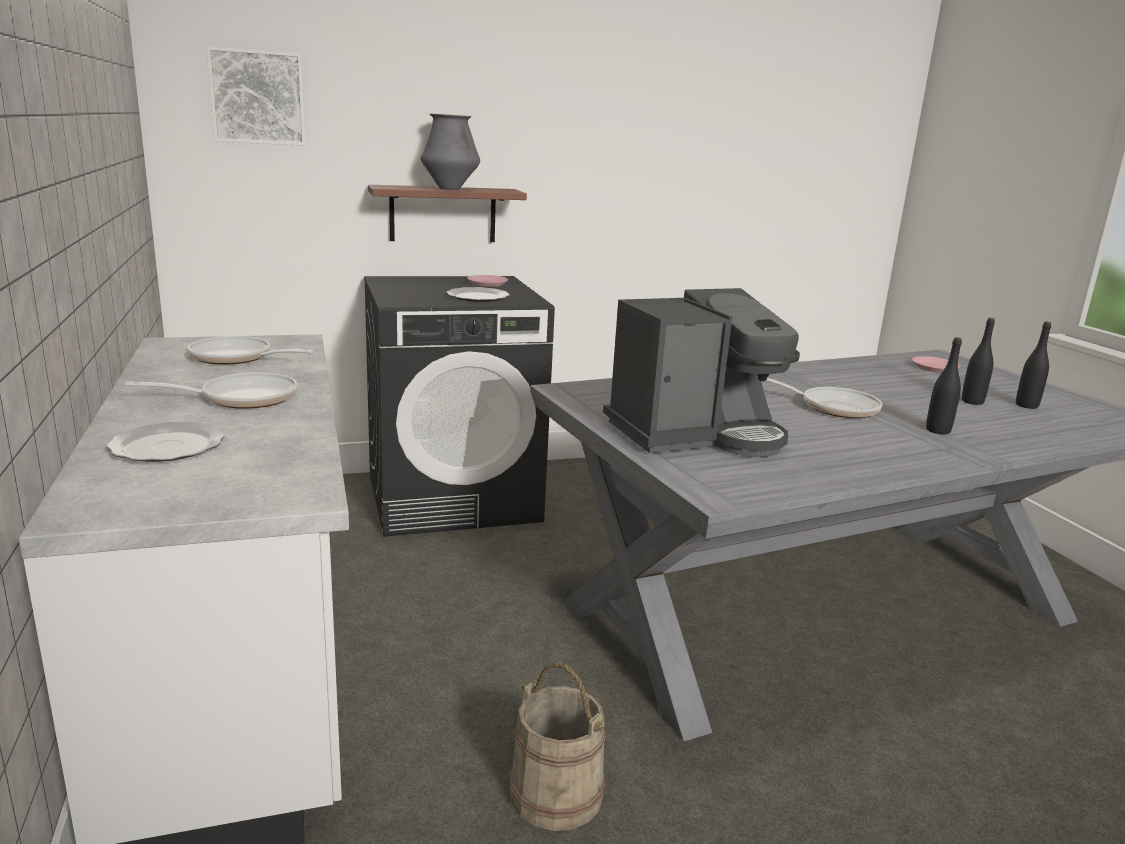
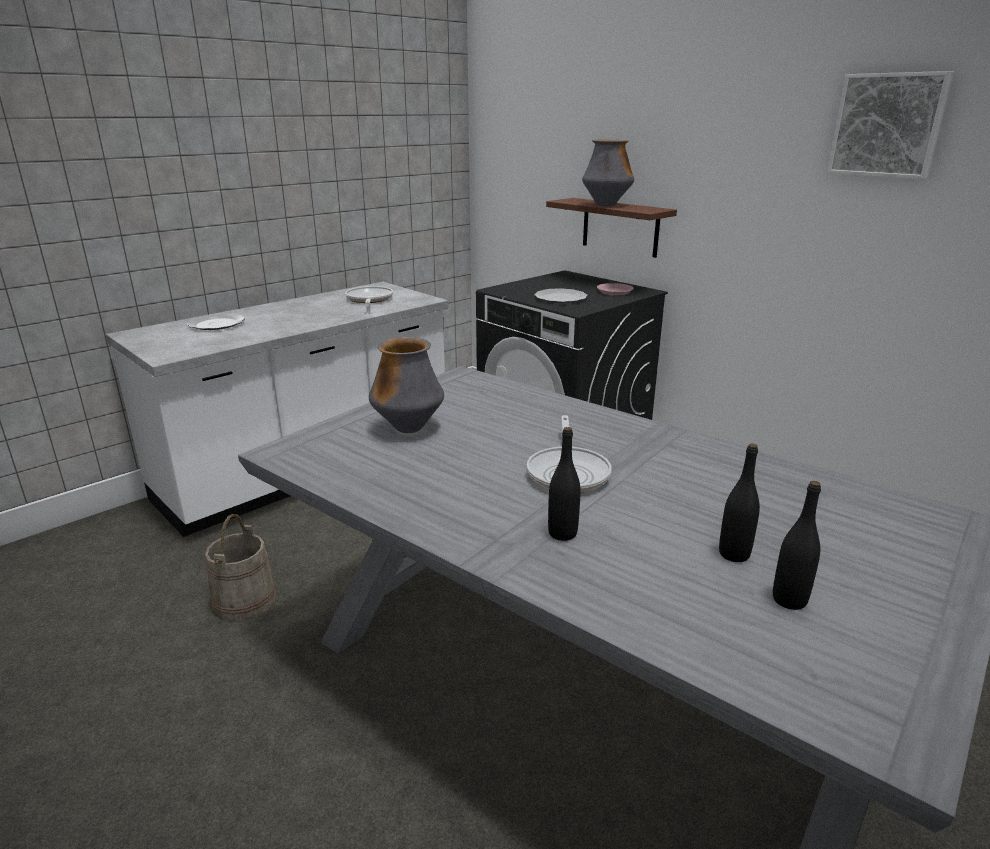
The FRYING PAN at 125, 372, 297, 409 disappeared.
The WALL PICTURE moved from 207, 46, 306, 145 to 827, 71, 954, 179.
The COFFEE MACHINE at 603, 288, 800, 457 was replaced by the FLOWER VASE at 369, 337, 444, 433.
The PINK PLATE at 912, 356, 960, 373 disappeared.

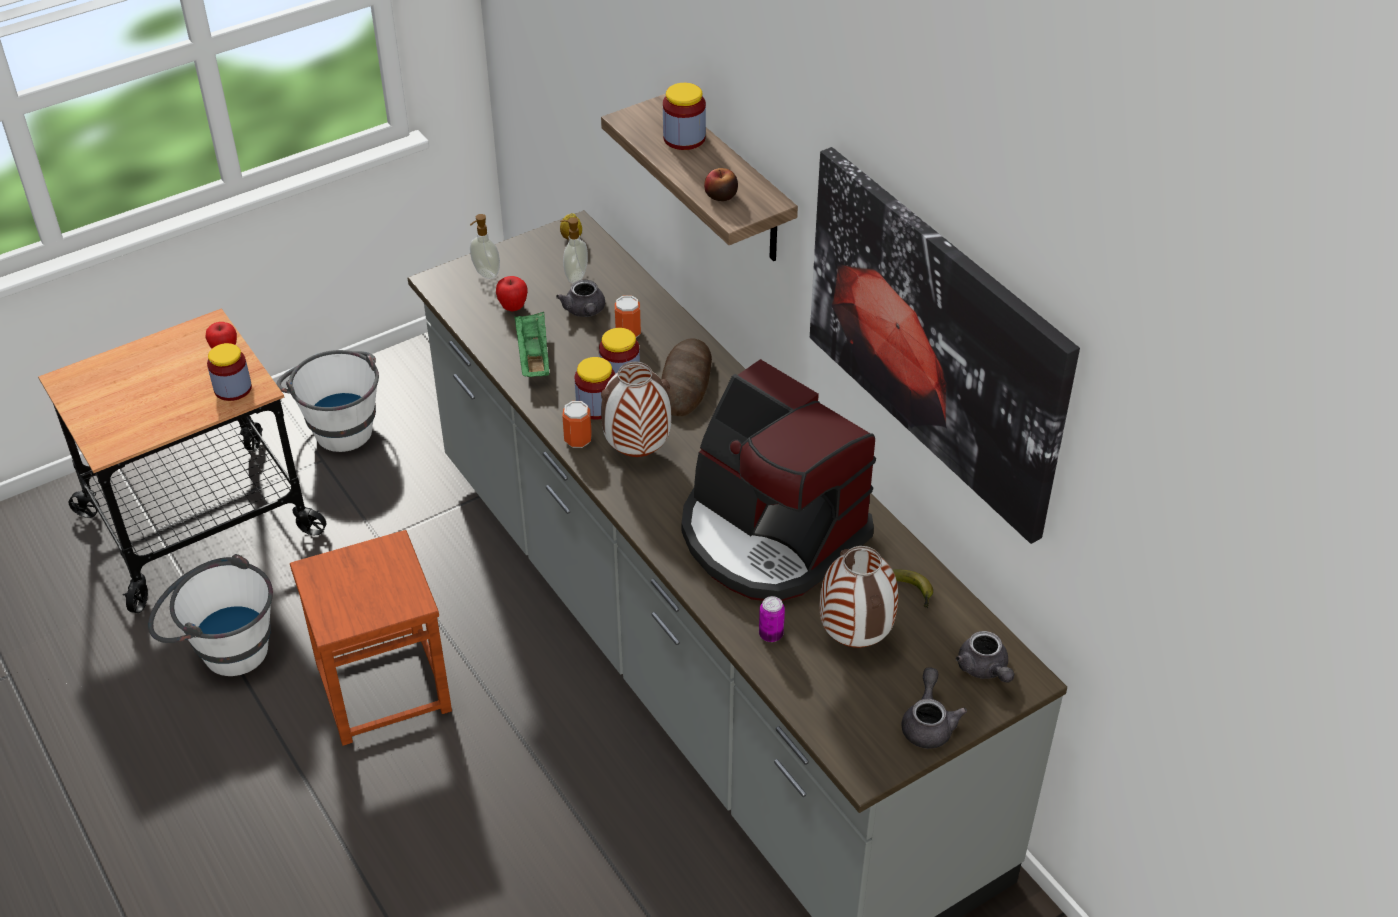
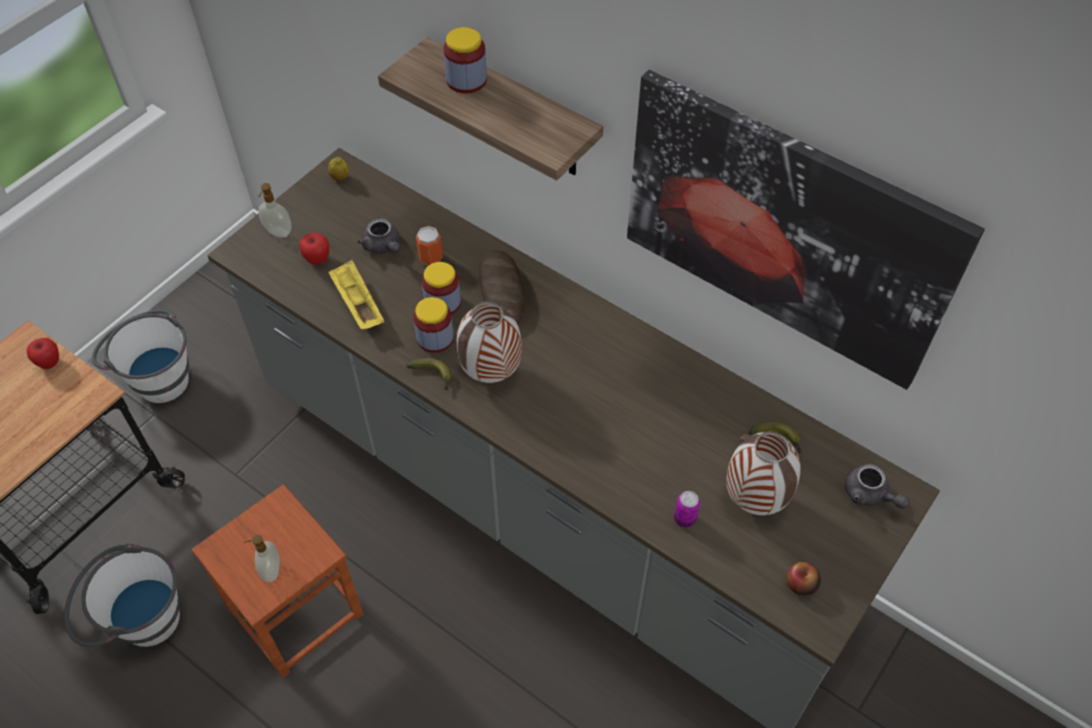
The JAR at 207, 343, 252, 401 disappeared.
The GREEN CARRYING TRAY at 514, 312, 549, 377 became the YELLOW-COLOURED CARRYING TRAY at 328, 260, 384, 329.
The LIQUID SOAP BOTTLE moved from 560, 217, 588, 283 to 244, 535, 280, 582.
The CAN at 562, 401, 592, 448 was replaced by the BANANA FRUIT at 406, 358, 451, 390.
The COFFEE MACHINE at 682, 359, 876, 601 disappeared.
The APPLE FRUIT moved from 704, 168, 738, 201 to 787, 562, 821, 595.
The GREYISH TEAPOT at 901, 668, 967, 749 disappeared.

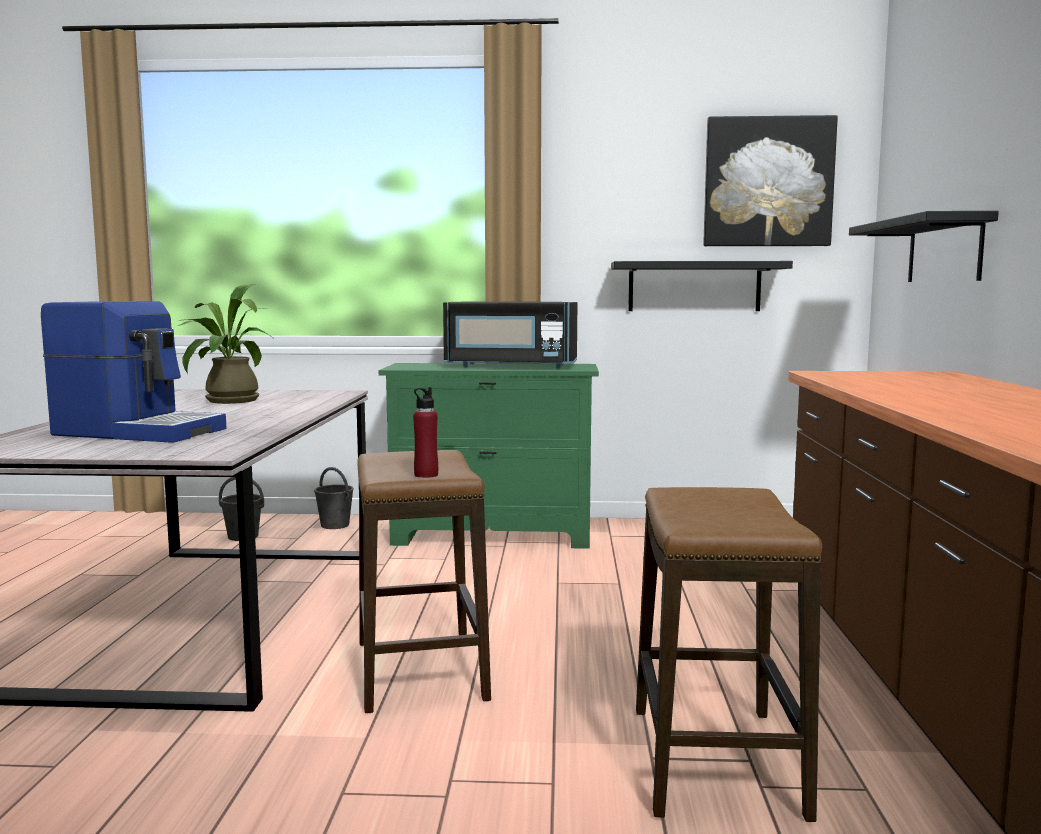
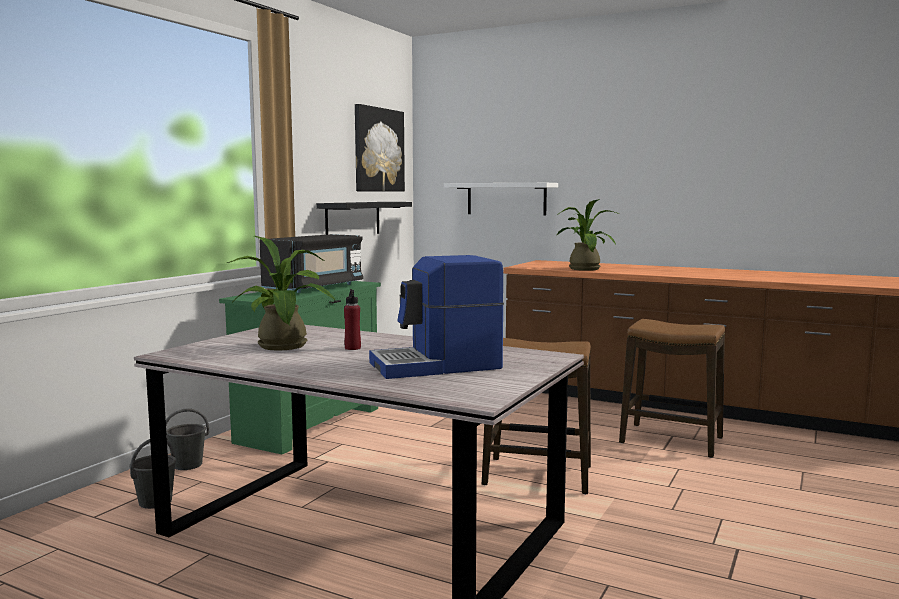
The COFFEE MACHINE at 41, 301, 226, 443 turned 150 degrees counterclockwise.
The REDDISH BEVERAGE BOTTLE moved from 413, 387, 438, 478 to 344, 289, 361, 350.
The BLACK WALL SHELF at 849, 211, 999, 282 became the WHITISH WALL SHELF at 444, 183, 558, 215.
The POTTED PLANT at 557, 199, 619, 271 appeared.

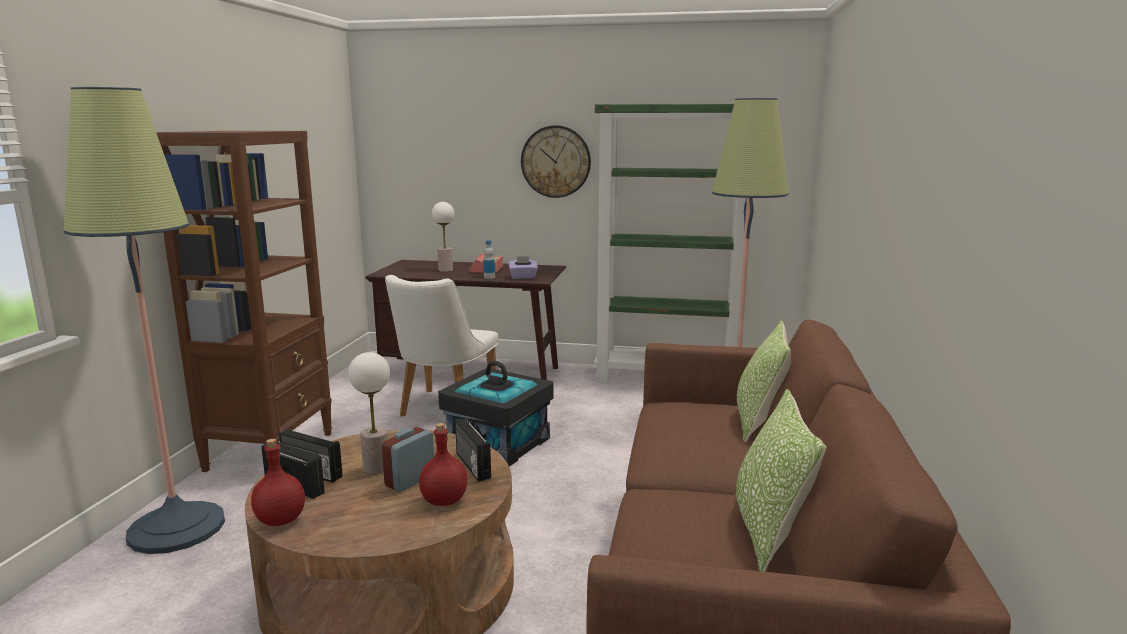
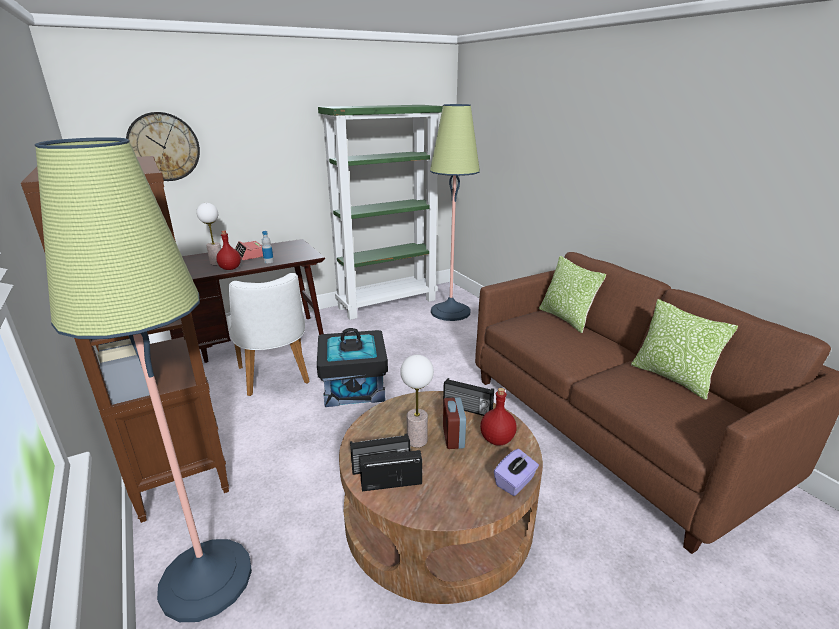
The REDDISH BEVERAGE BOTTLE moved from 251, 439, 305, 526 to 216, 231, 241, 270.
The PURPLISH BOX OF TISSUES moved from 508, 256, 538, 279 to 494, 449, 539, 496.
The HANGING CLOCK moved from 521, 125, 591, 198 to 126, 112, 200, 181.

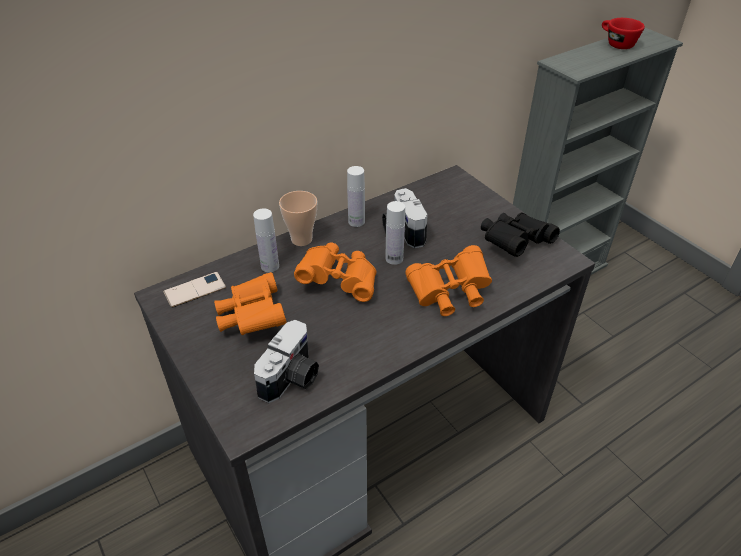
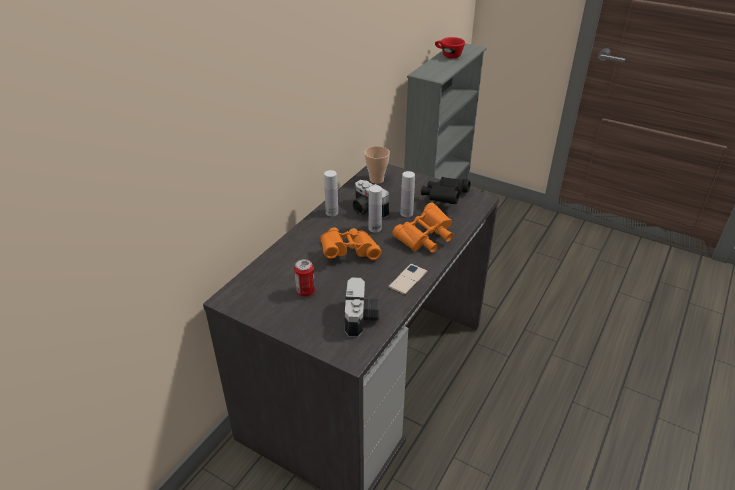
The HANDSET moved from 163, 272, 226, 308 to 388, 264, 428, 295.
The ORANGE-COLOURED PAIR OF BINOCULARS at 214, 272, 286, 335 was replaced by the CAN at 294, 259, 315, 297.
The WHITISH BEVERAGE BOTTLE moved from 253, 208, 279, 273 to 401, 171, 415, 217.
The DRINKING CUP moved from 279, 191, 317, 246 to 364, 146, 390, 184.

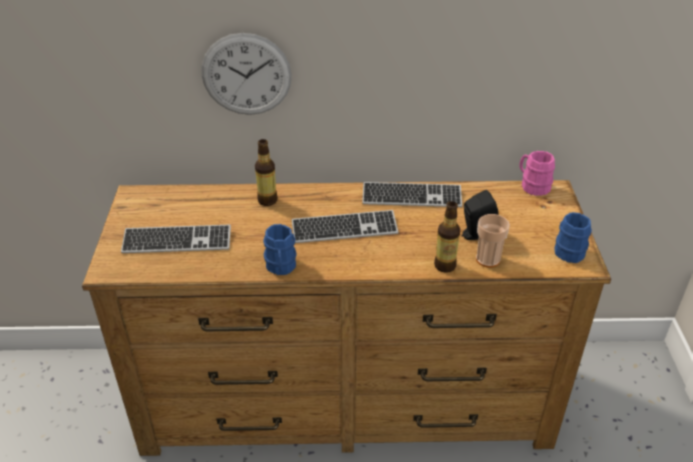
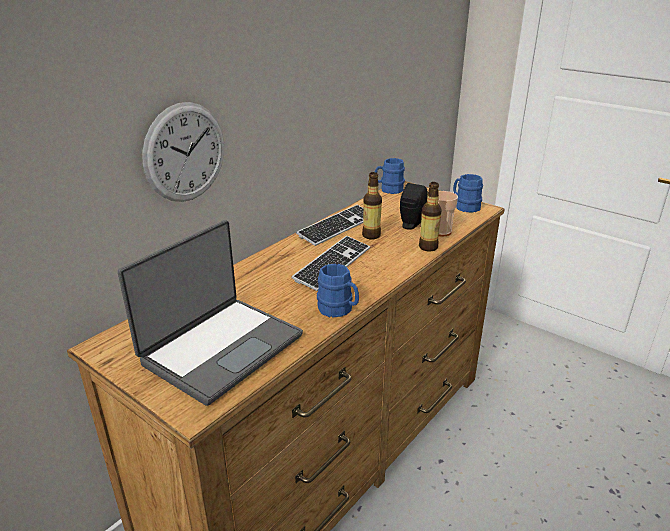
The KEYBOARD at 121, 225, 231, 253 was replaced by the LAPTOP at 118, 220, 303, 406.
The BEVERAGE BOTTLE moved from 255, 139, 277, 206 to 362, 172, 382, 239.
The PINK COFFEE MUG at 519, 151, 555, 196 became the BLUE COFFEE MUG at 375, 158, 405, 194.

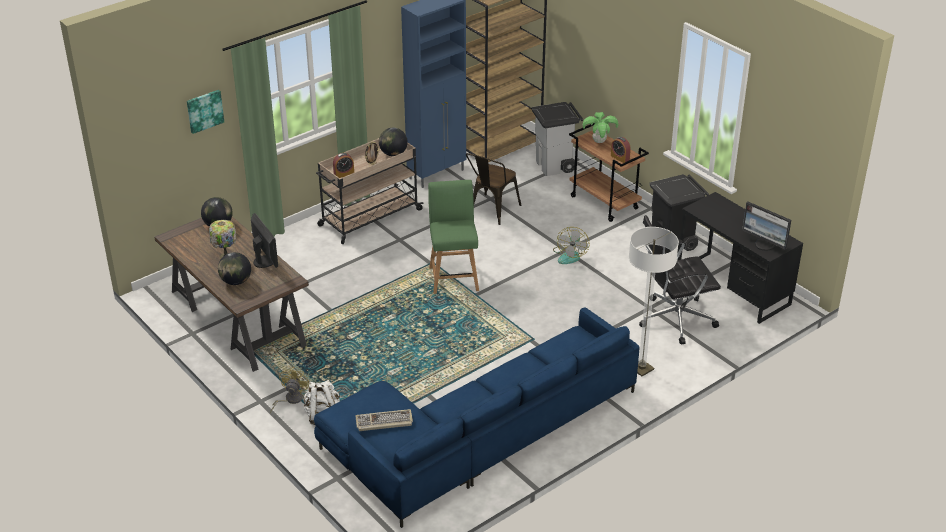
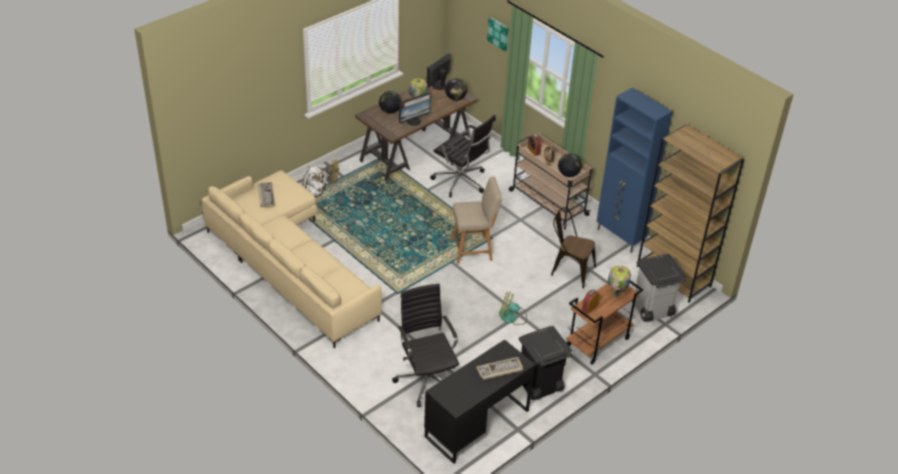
The BLUE SOFA at 314, 308, 639, 528 became the BEIGE-COLOURED SOFA at 202, 170, 382, 349.
The GREEN CHAIR at 428, 180, 479, 294 became the BEIGE-COLOURED CHAIR at 451, 177, 502, 264.
The POTTED PLANT at 583, 112, 619, 143 was replaced by the LAMP FOR A TABLE at 608, 266, 631, 298.
The STANDARD LAMP at 629, 227, 679, 376 disappeared.
The MONITOR moved from 742, 201, 791, 251 to 427, 53, 451, 90.
The BLACK COMPUTER CHAIR at 430, 114, 496, 197 appeared.
The KEYBOARD at 476, 357, 523, 380 appeared.

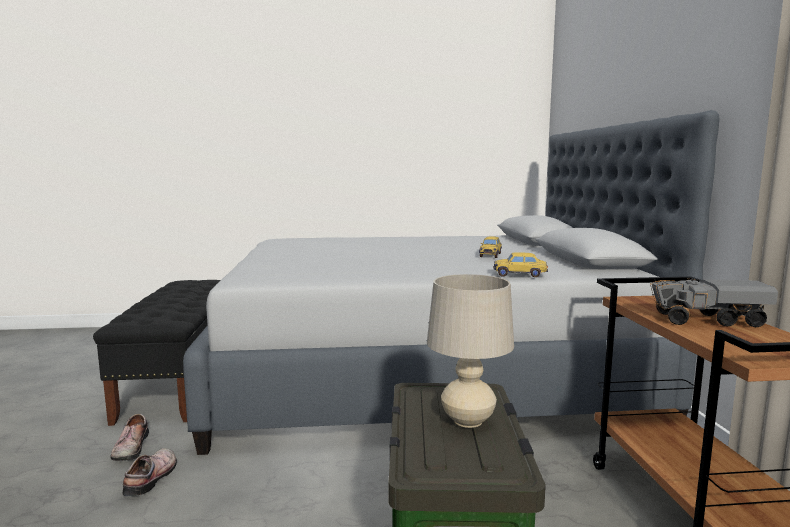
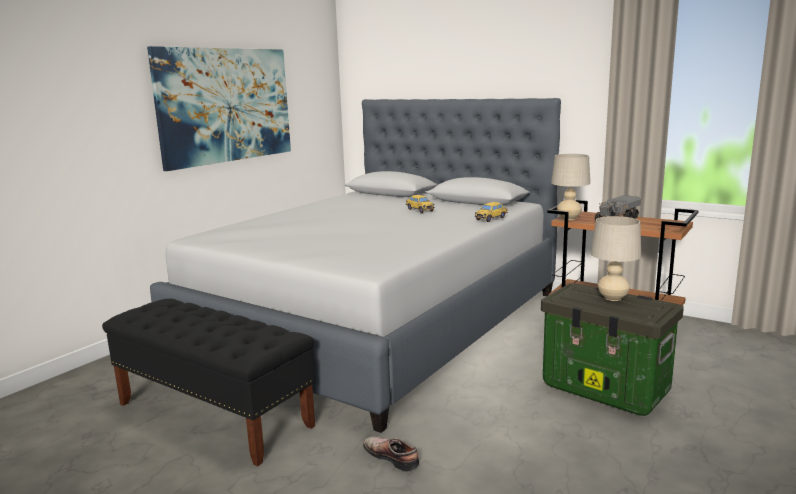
The ITEM OF FOOTWEAR at 110, 414, 149, 461 disappeared.
The WALL PICTURE at 147, 46, 291, 171 appeared.
The BEIGE-COLOURED LAMP FOR A TABLE at 551, 154, 590, 220 appeared.

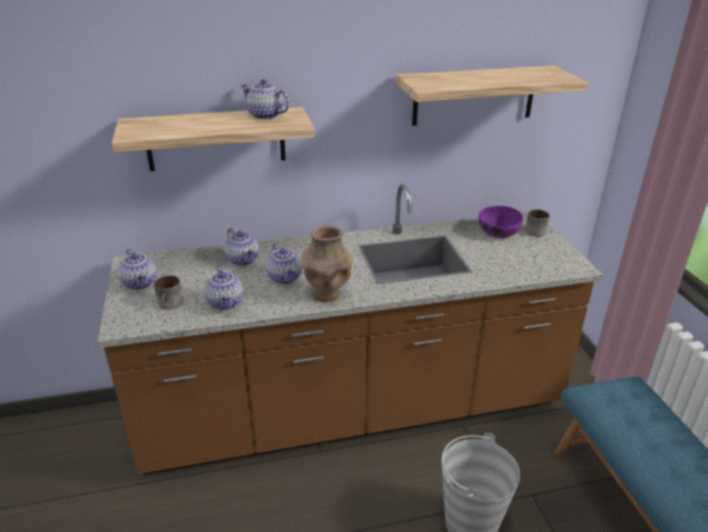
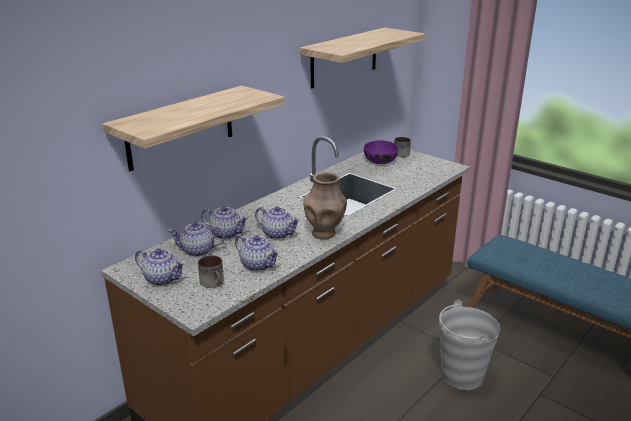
The TEAPOT moved from 240, 79, 290, 120 to 168, 221, 225, 256.

